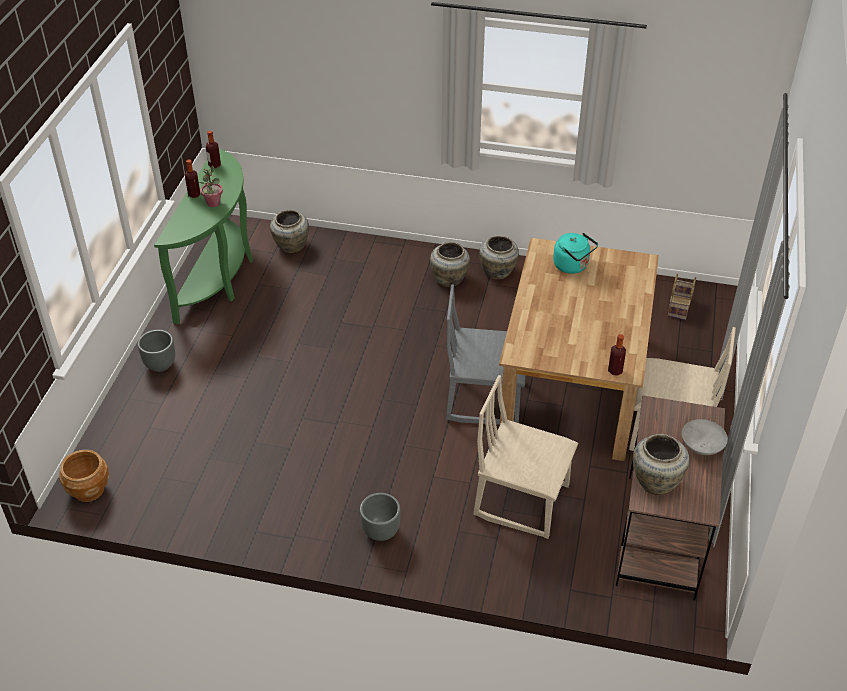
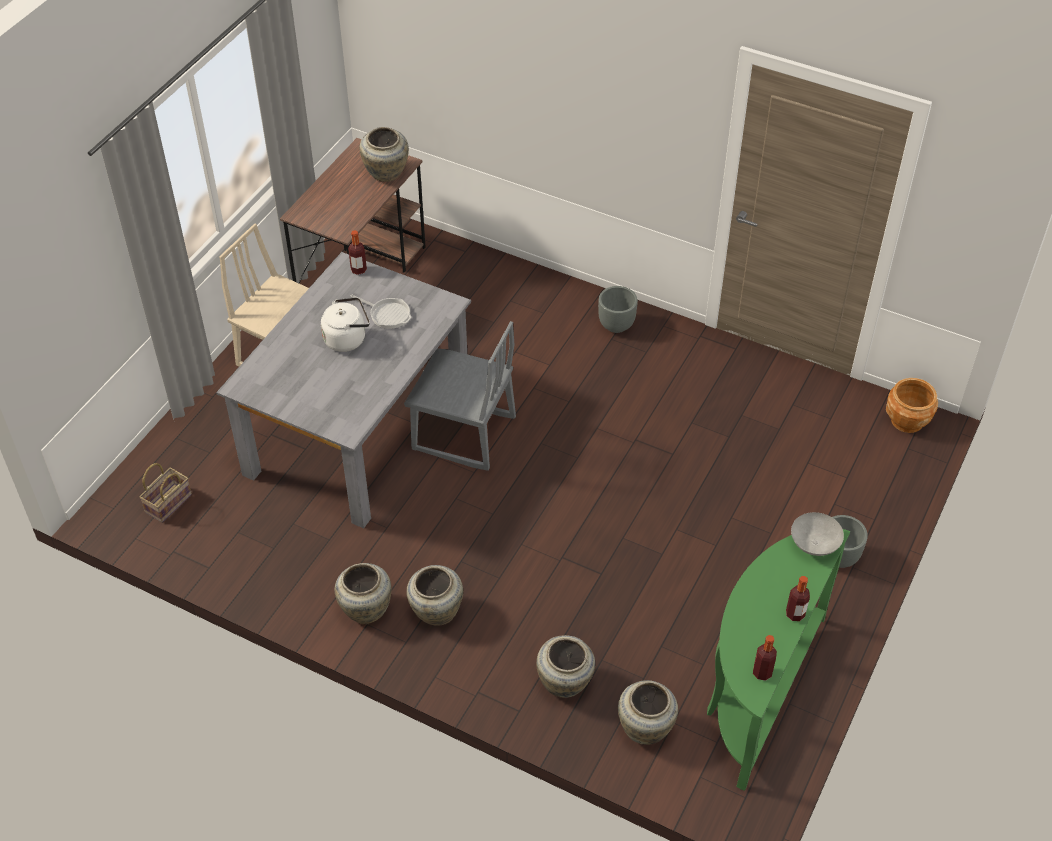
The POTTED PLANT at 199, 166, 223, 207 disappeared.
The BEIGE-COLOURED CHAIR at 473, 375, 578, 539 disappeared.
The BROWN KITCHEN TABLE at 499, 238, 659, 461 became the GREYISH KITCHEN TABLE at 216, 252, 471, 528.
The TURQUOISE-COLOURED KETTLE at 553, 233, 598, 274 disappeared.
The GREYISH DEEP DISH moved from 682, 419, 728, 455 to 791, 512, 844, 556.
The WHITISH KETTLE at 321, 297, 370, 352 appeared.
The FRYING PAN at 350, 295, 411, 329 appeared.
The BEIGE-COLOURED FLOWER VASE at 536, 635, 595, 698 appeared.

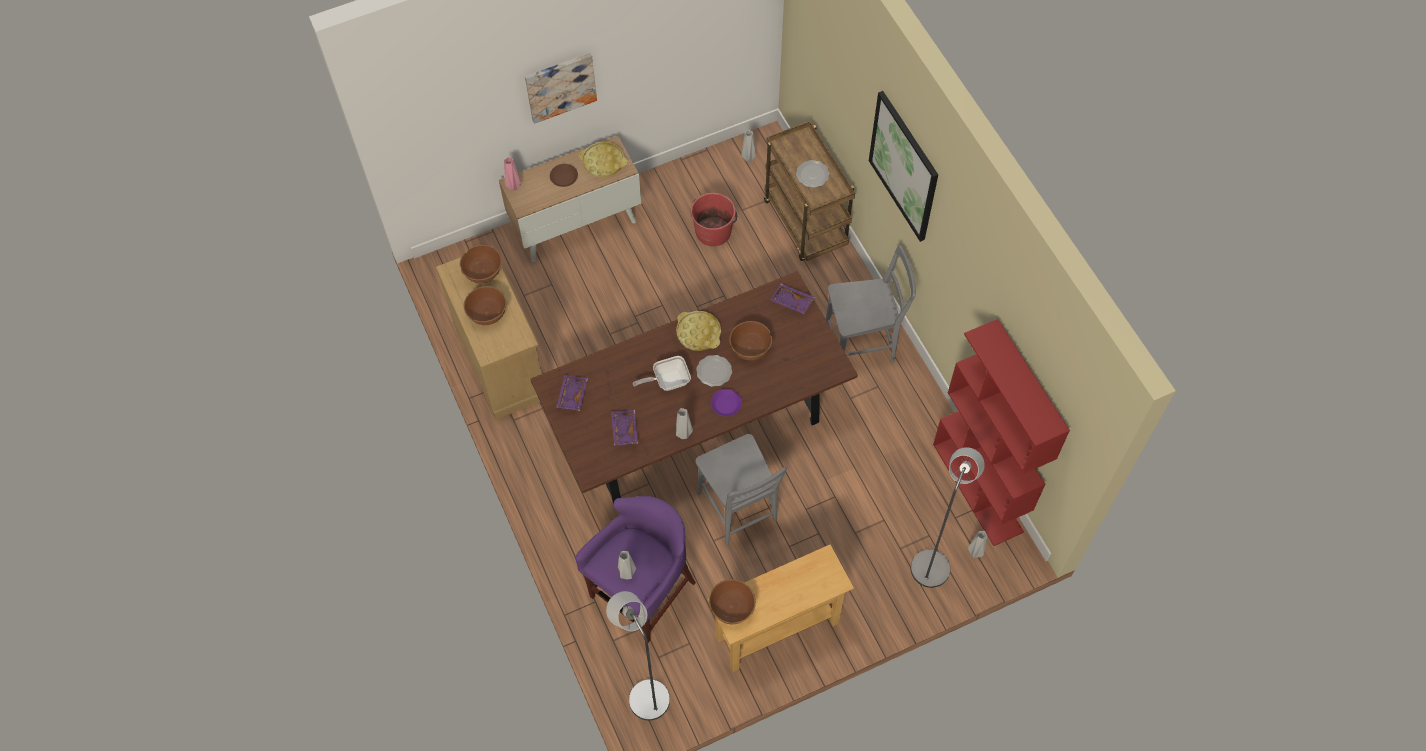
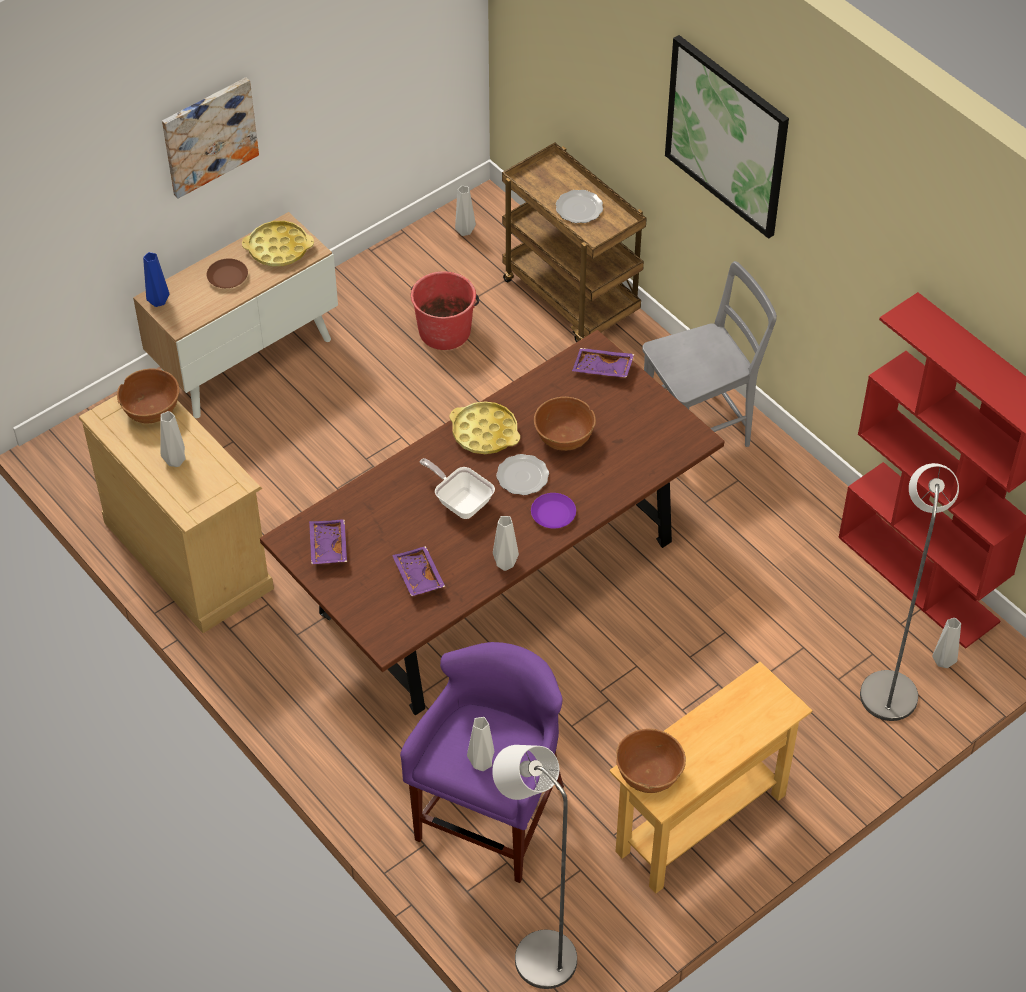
The BROWN DEEP DISH at 464, 286, 506, 325 was replaced by the GREYISH FLOWER VASE at 161, 411, 186, 467.
The PINK FLOWER VASE at 504, 157, 521, 190 became the BLUE FLOWER VASE at 143, 252, 169, 307.
The FRYING PAN at 633, 356, 691, 391 turned 75 degrees clockwise.
The GREYISH CHAIR at 695, 434, 787, 544 disappeared.

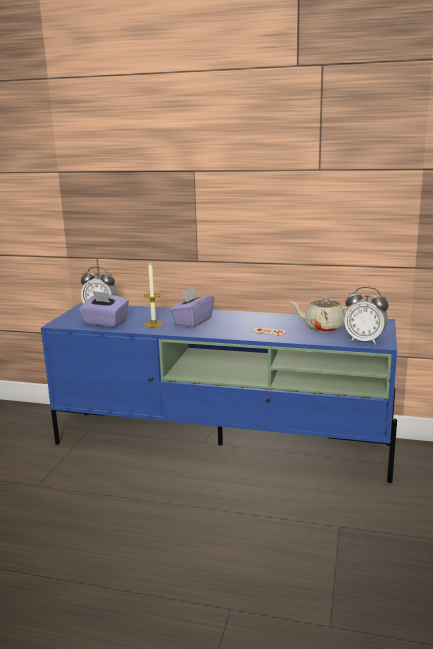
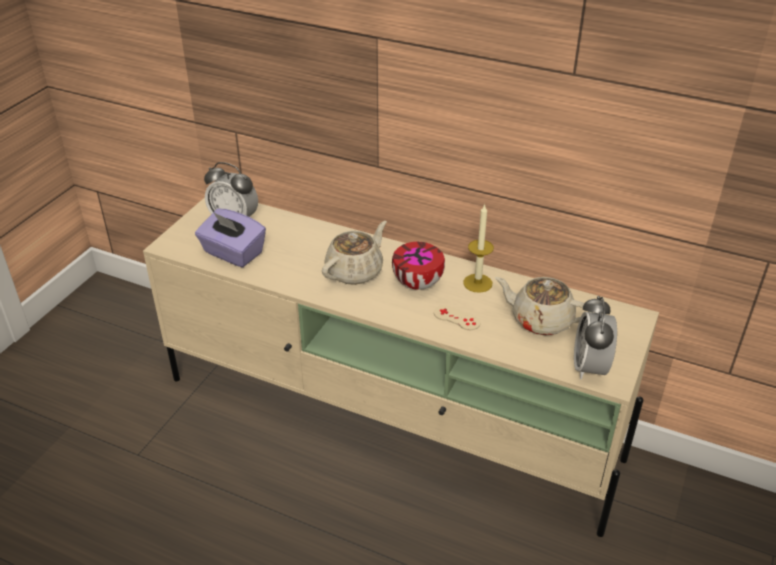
The BLUE TV STAND at 41, 303, 397, 483 became the BEIGE-COLOURED TV STAND at 143, 197, 659, 537.
The WAX LIGHT moved from 144, 263, 164, 328 to 463, 204, 494, 293.
The PURPLISH BOX OF TISSUES at 170, 287, 214, 328 was replaced by the BEIGE-COLOURED TEAPOT at 322, 221, 387, 285.
The ALARM CLOCK at 344, 287, 388, 344 turned 60 degrees clockwise.
The DEEP DISH at 392, 242, 445, 290 appeared.

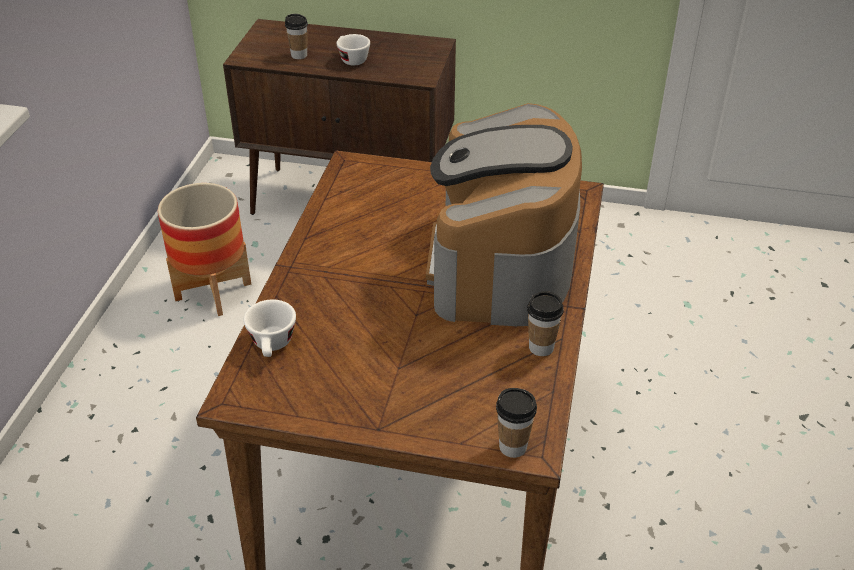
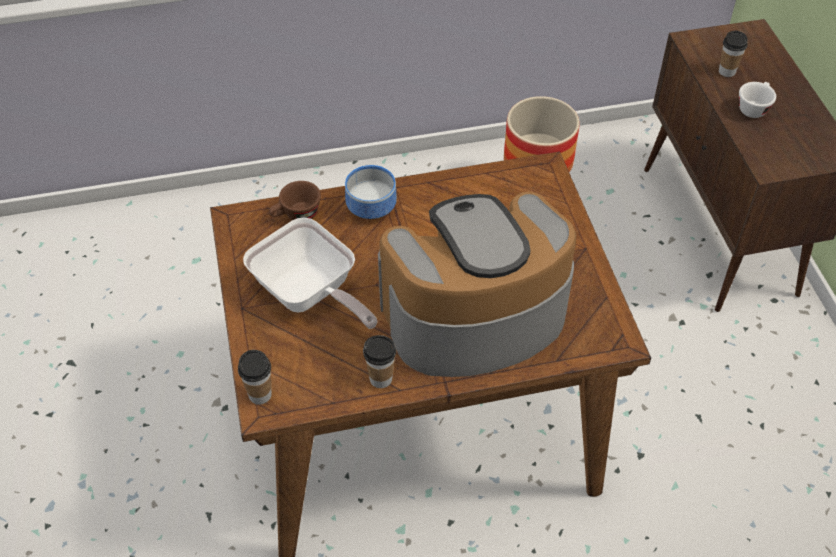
The WHITISH DRINKING CUP at 243, 300, 296, 357 became the BROWN DRINKING CUP at 269, 181, 321, 220.
The FRYING PAN at 243, 218, 377, 329 appeared.
The DEEP DISH at 345, 165, 397, 219 appeared.

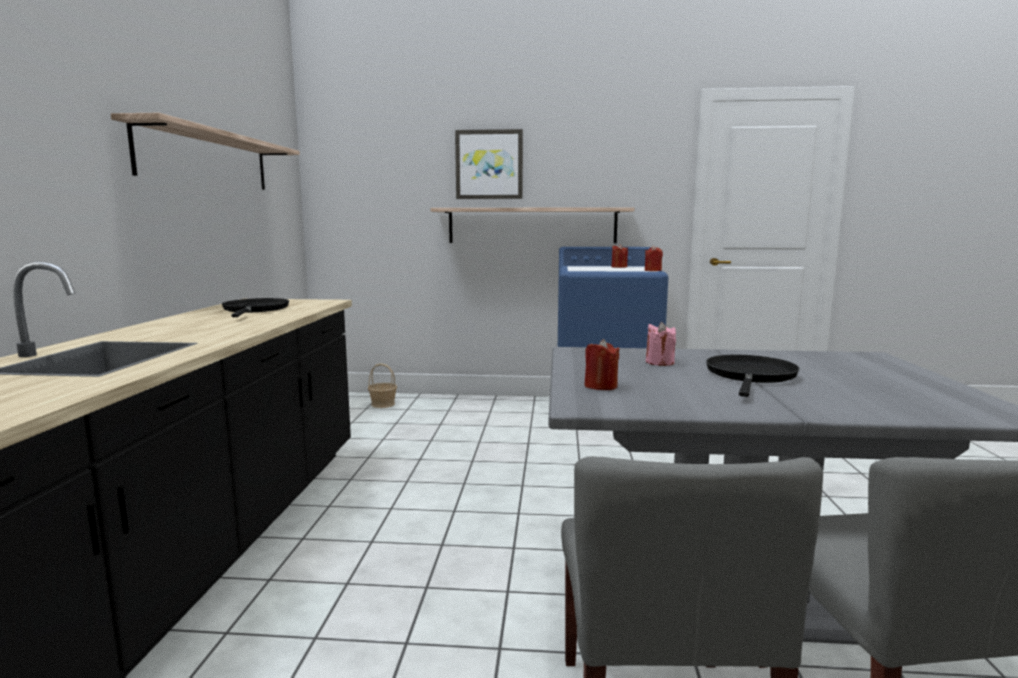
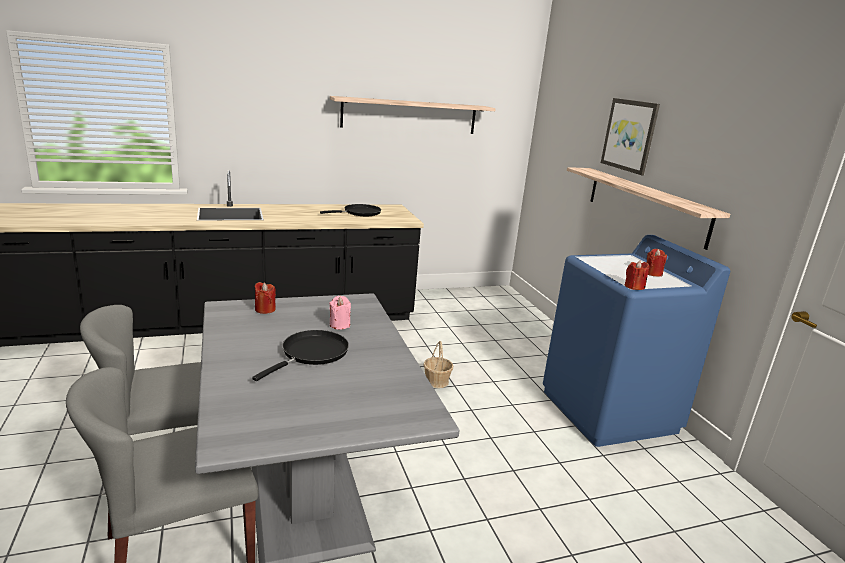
The BASKET moved from 368, 363, 397, 408 to 423, 341, 453, 388.
The BLACK FRYING PAN at 706, 355, 800, 397 turned 60 degrees counterclockwise.

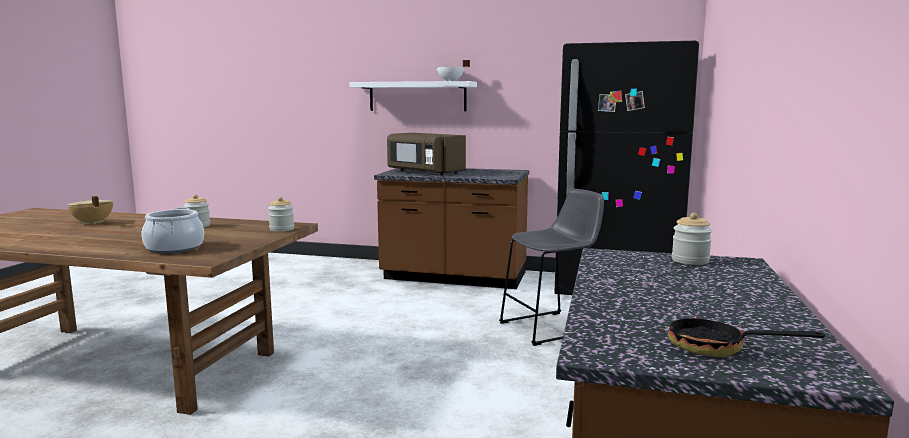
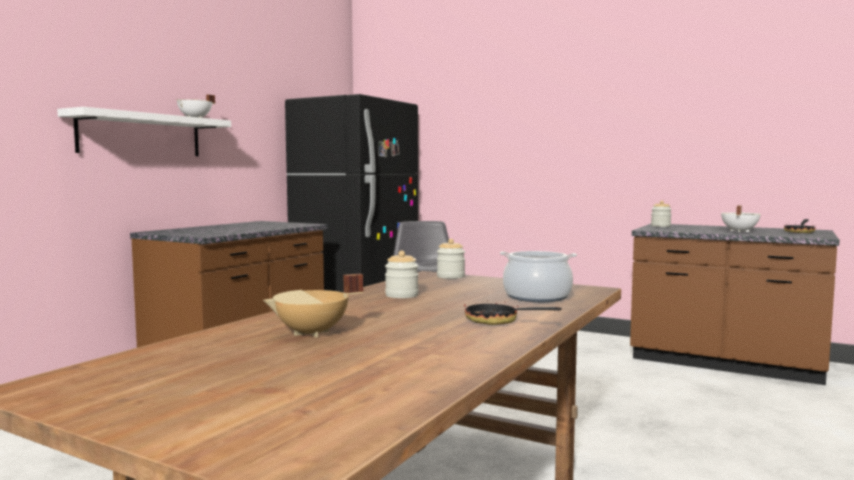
The BROWN MICROWAVE OVEN at 387, 133, 466, 176 disappeared.
The FRYING PAN at 464, 294, 562, 325 appeared.
The WHITISH SAUCEPOT at 721, 205, 761, 232 appeared.

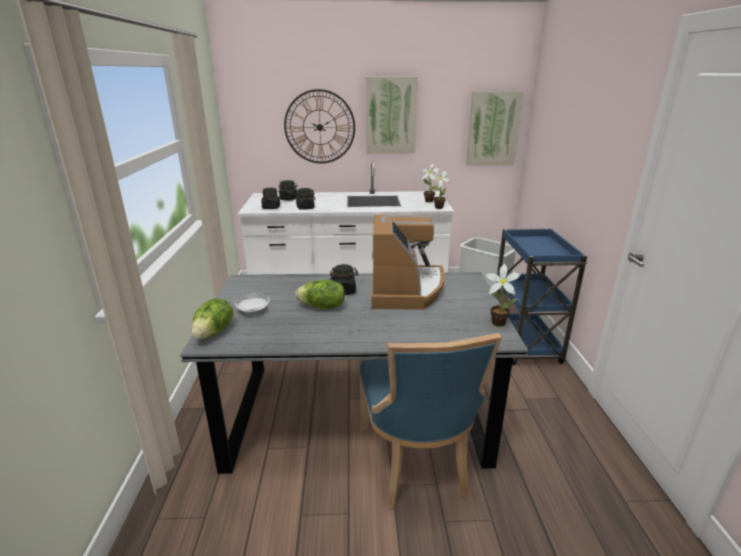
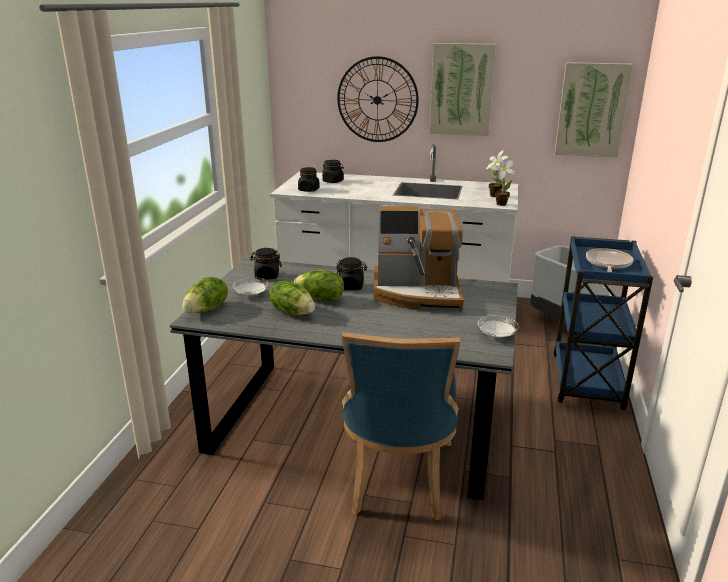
The BLACK JAR moved from 294, 188, 316, 210 to 250, 248, 282, 280.
The COFFEE MACHINE at 371, 215, 444, 310 turned 75 degrees clockwise.
The POTTED PLANT at 486, 264, 521, 327 was replaced by the WHITISH PLATE at 478, 315, 519, 337.
The LETTUCE at 269, 281, 315, 315 appeared.
The FRYING PAN at 586, 248, 634, 272 appeared.

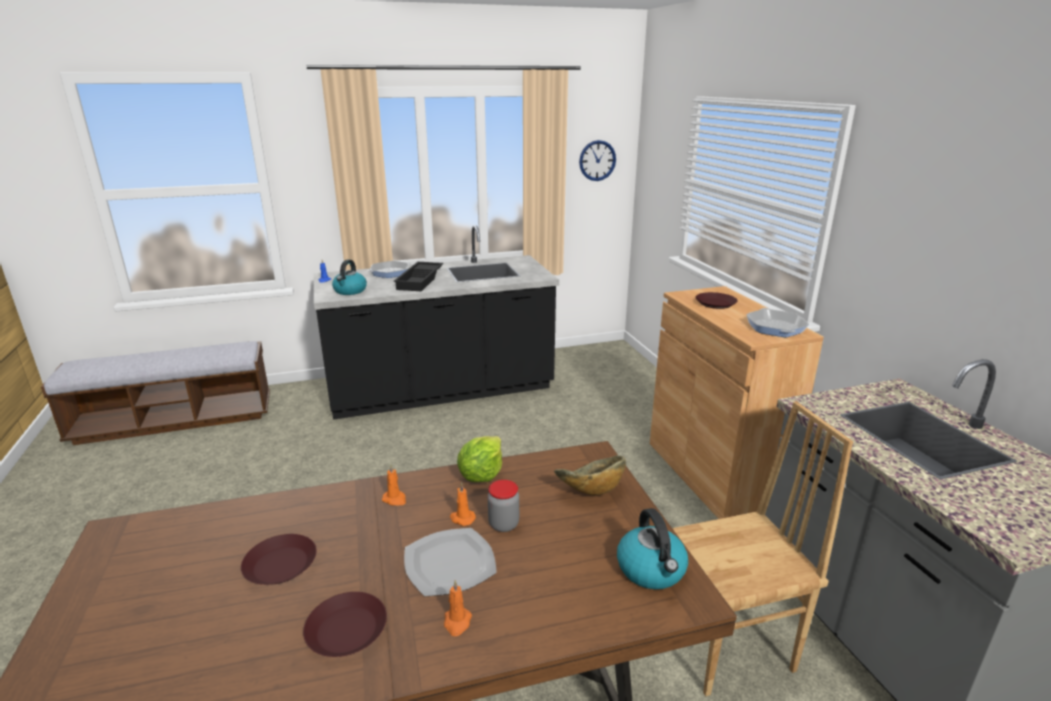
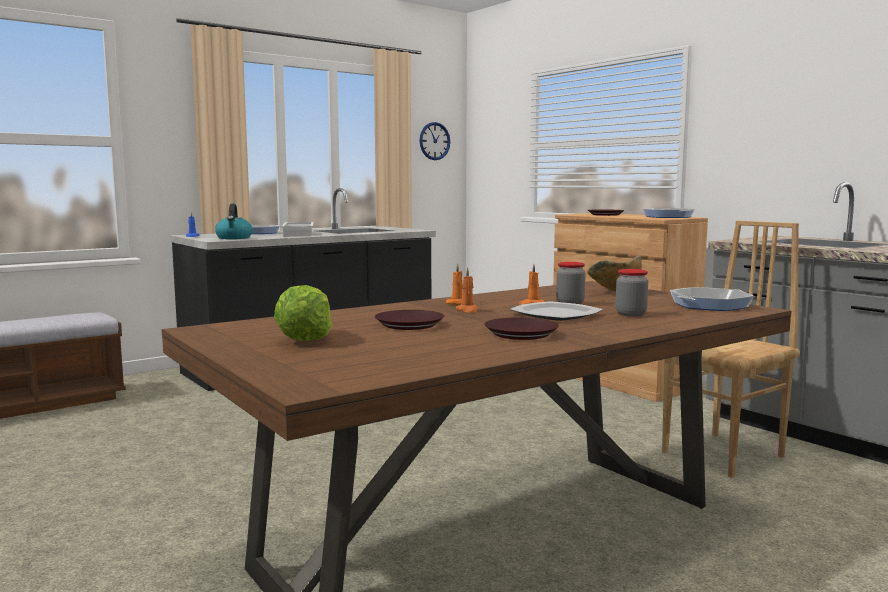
The BLACK CARRYING TRAY at 393, 262, 443, 291 became the WHITISH CARRYING TRAY at 281, 222, 314, 237.
The ORANGE-COLOURED WAX LIGHT moved from 444, 580, 472, 636 to 455, 268, 478, 313.
The LETTUCE moved from 457, 436, 502, 482 to 274, 285, 332, 341.
The KETTLE at 617, 508, 688, 589 was replaced by the FRYING PAN at 670, 287, 754, 311.
The JAR at 616, 269, 648, 317 appeared.

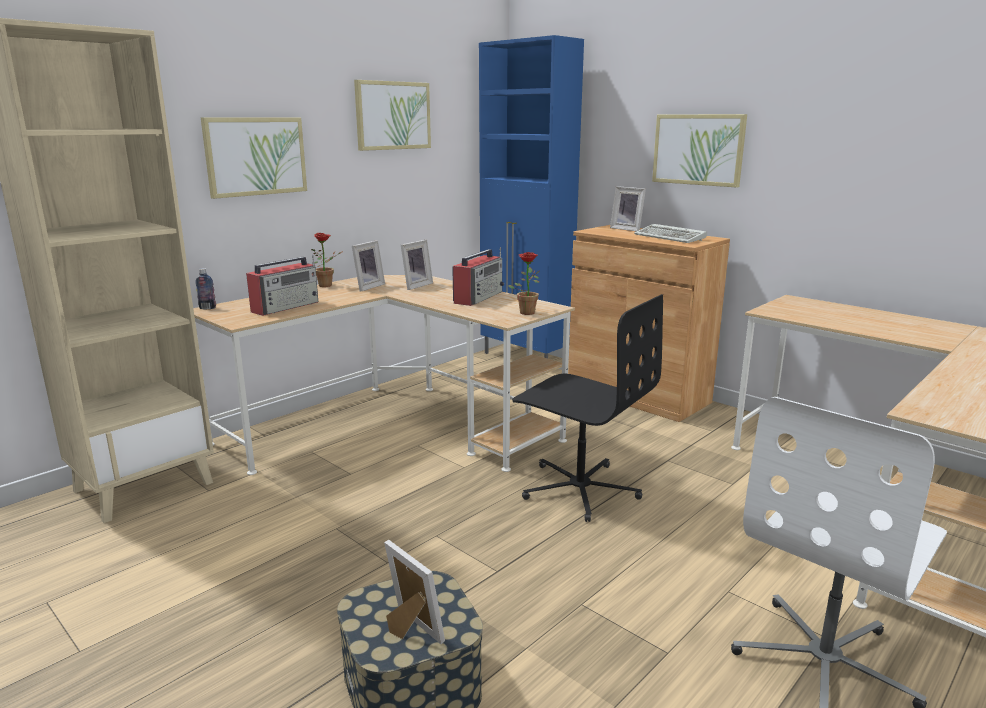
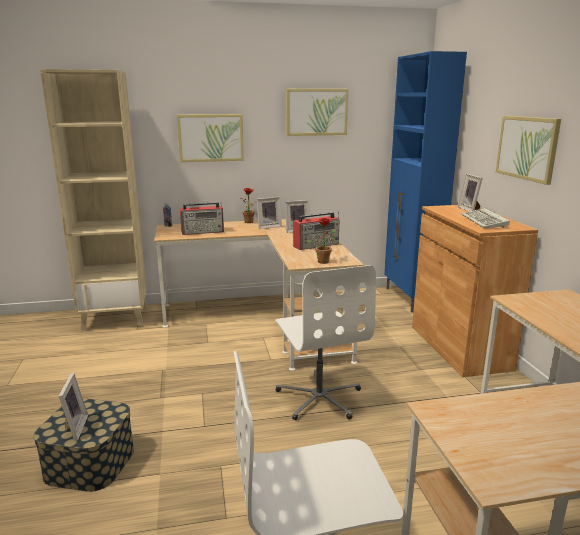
The BLACK COMPUTER CHAIR at 512, 294, 663, 522 became the WHITISH COMPUTER CHAIR at 275, 265, 376, 420.

